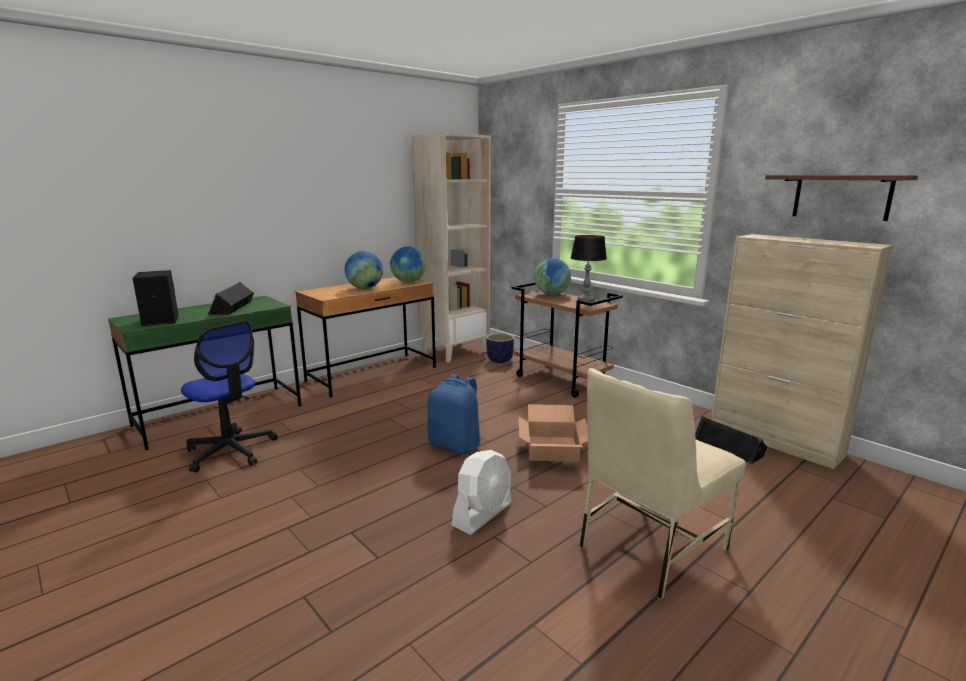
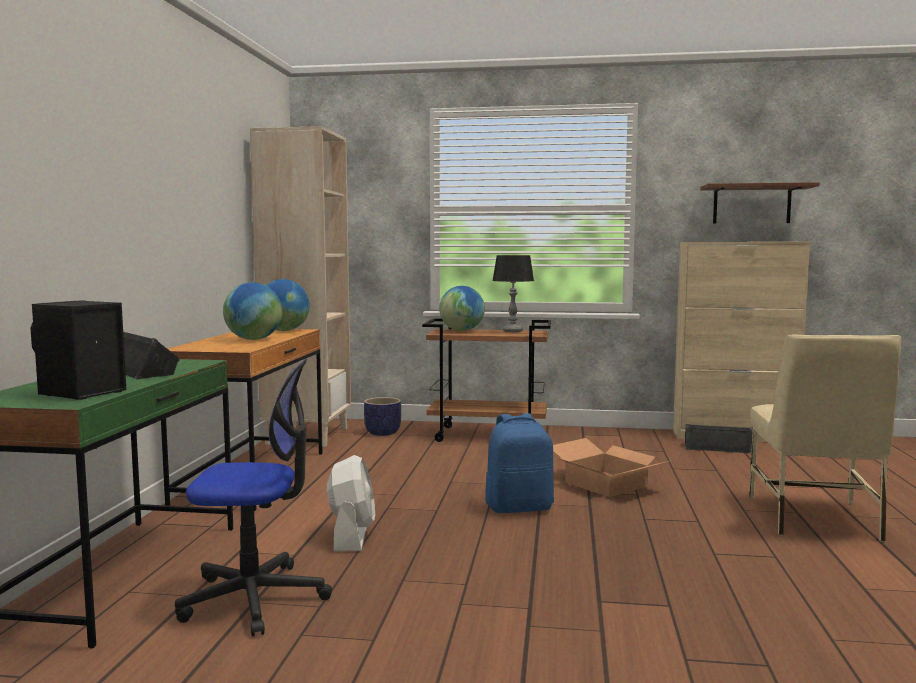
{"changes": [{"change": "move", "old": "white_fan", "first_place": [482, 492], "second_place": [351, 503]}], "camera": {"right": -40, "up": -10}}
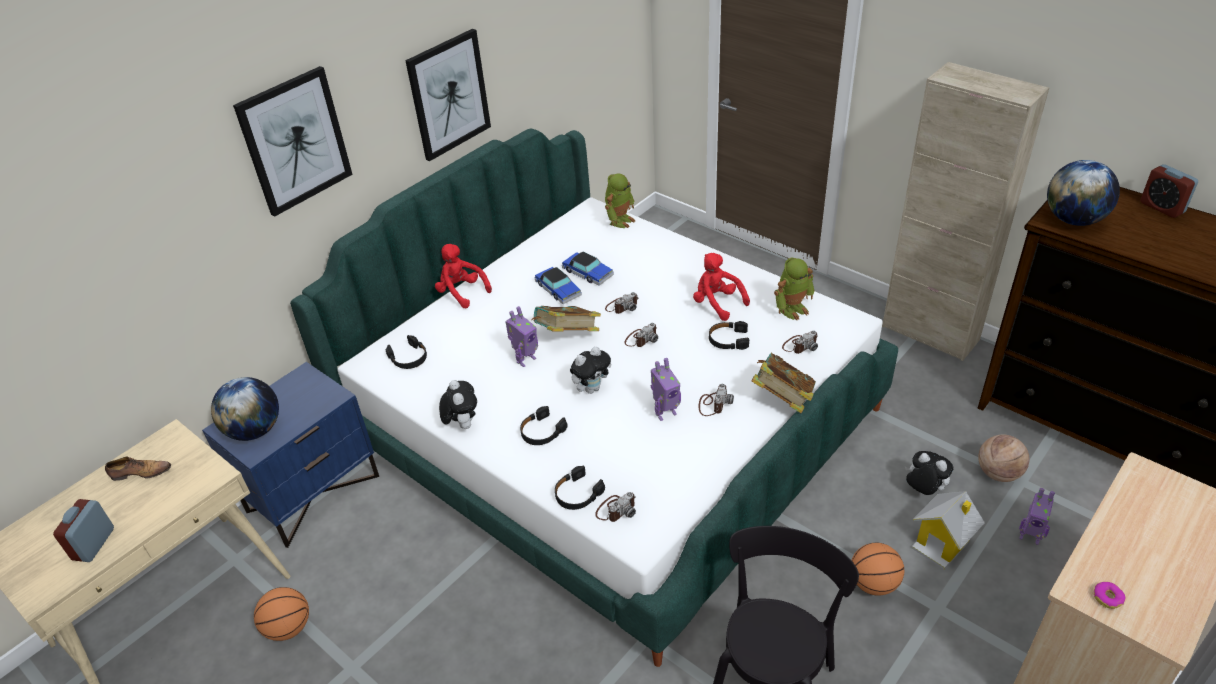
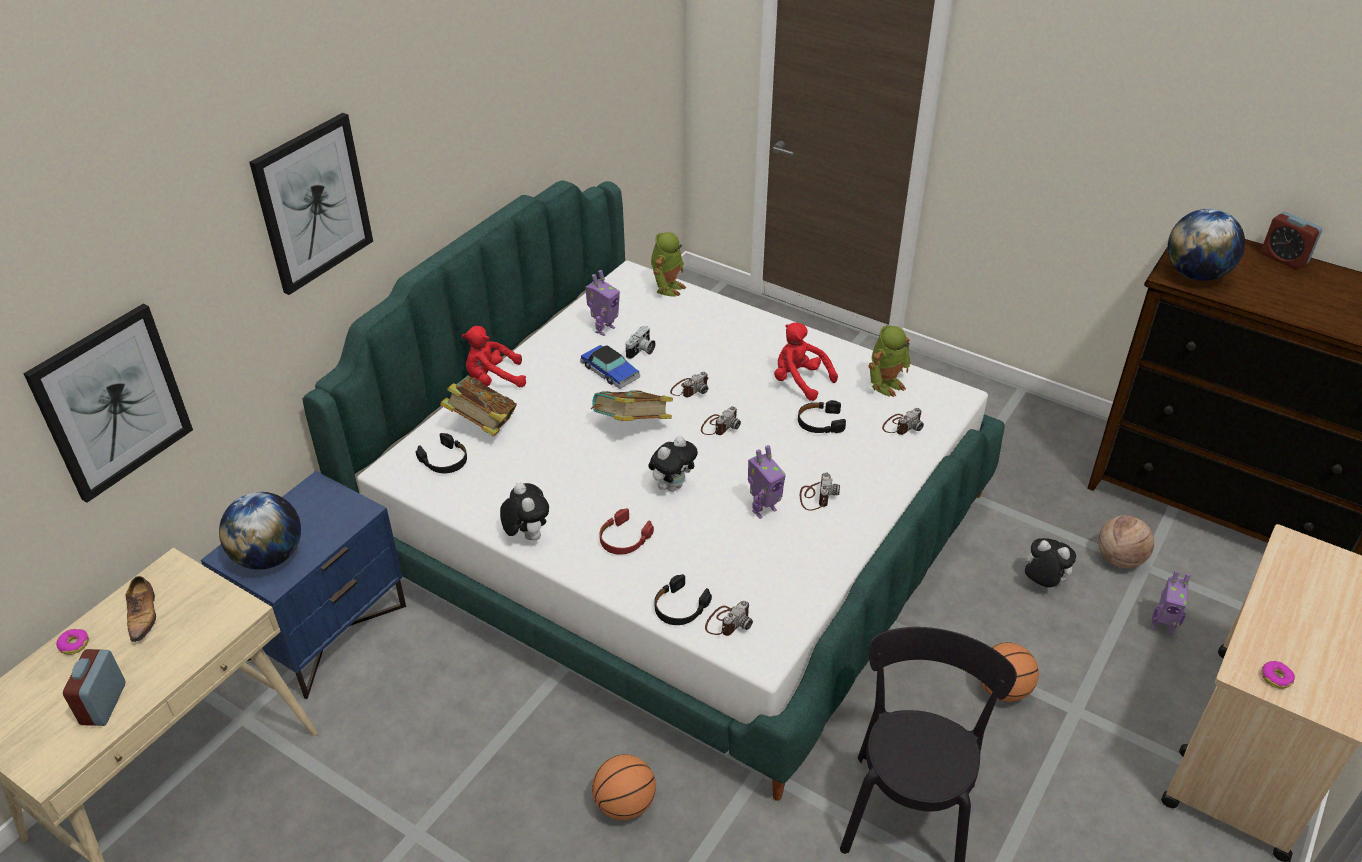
{"changes": [{"change": "delete", "old": "beige_cabinet", "first_place": [965, 211]}, {"change": "delete", "old": "toy_house", "first_place": [948, 530]}, {"change": "insert", "new": "donut", "second_place": [72, 642]}, {"change": "move", "old": "basketball", "first_place": [281, 614], "second_place": [624, 787]}, {"change": "move", "old": "picture", "first_place": [448, 95], "second_place": [108, 403]}, {"change": "move", "old": "toy_robot", "first_place": [521, 336], "second_place": [602, 303]}, {"change": "move", "old": "book", "first_place": [784, 383], "second_place": [478, 406]}, {"change": "replace", "old": "toy_car", "new": "photo_camera", "first_place": [588, 269], "second_place": [641, 342]}, {"change": "recolor", "old": "black_headphones", "new": "red_headphones", "first_place": [544, 425], "second_place": [627, 531]}, {"change": "rotate", "old": "shoe", "first_place": [138, 468], "second_place": [140, 609], "degrees": 90}, {"change": "rotate", "old": "red_plush_toy", "first_place": [463, 276], "second_place": [494, 356], "degrees": -45}], "camera": {"right": -10, "up": 0}}
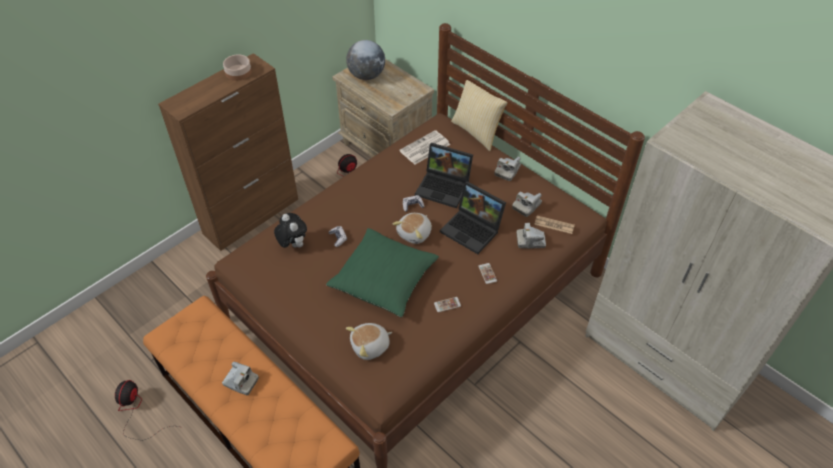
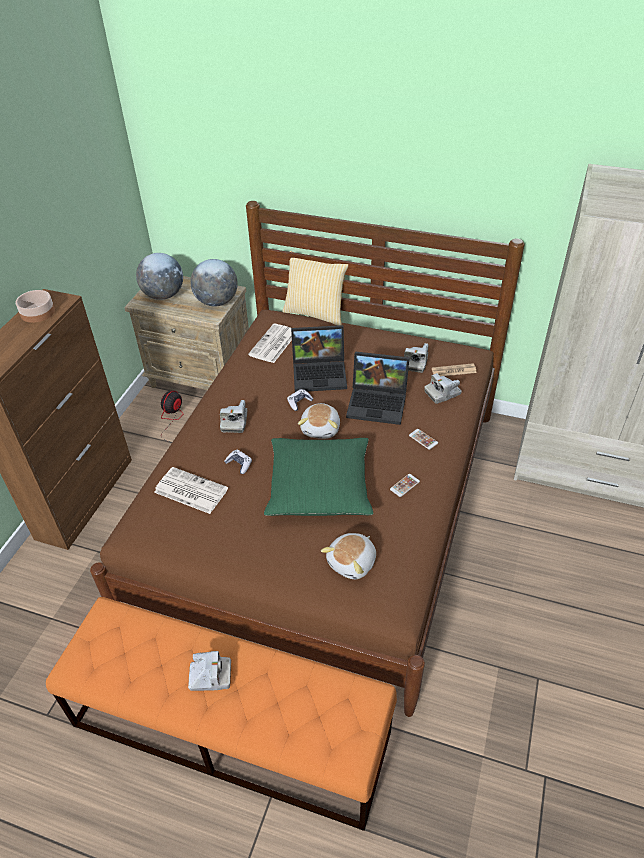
{"changes": [{"change": "delete", "old": "fan", "first_place": [147, 410]}, {"change": "insert", "new": "globe", "second_place": [214, 283]}, {"change": "move", "old": "photo_camera", "first_place": [507, 169], "second_place": [233, 416]}, {"change": "replace", "old": "plush_toy", "new": "newspaper", "first_place": [290, 230], "second_place": [191, 490]}], "camera": {"right": -25, "up": -5}}
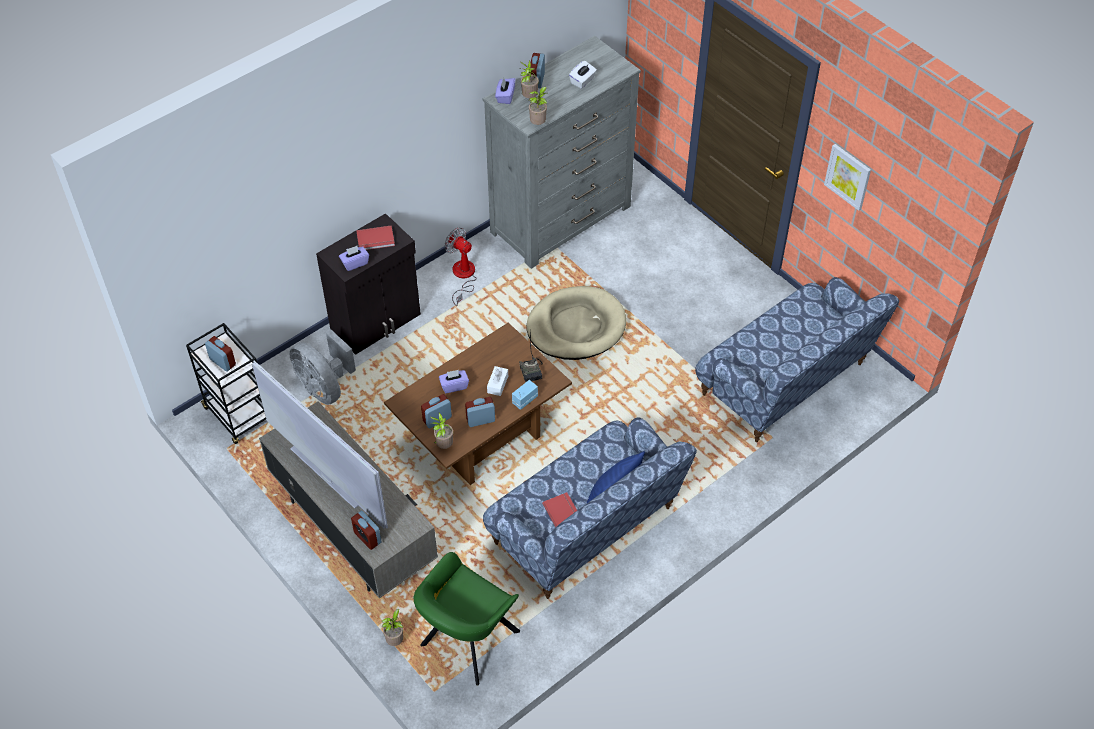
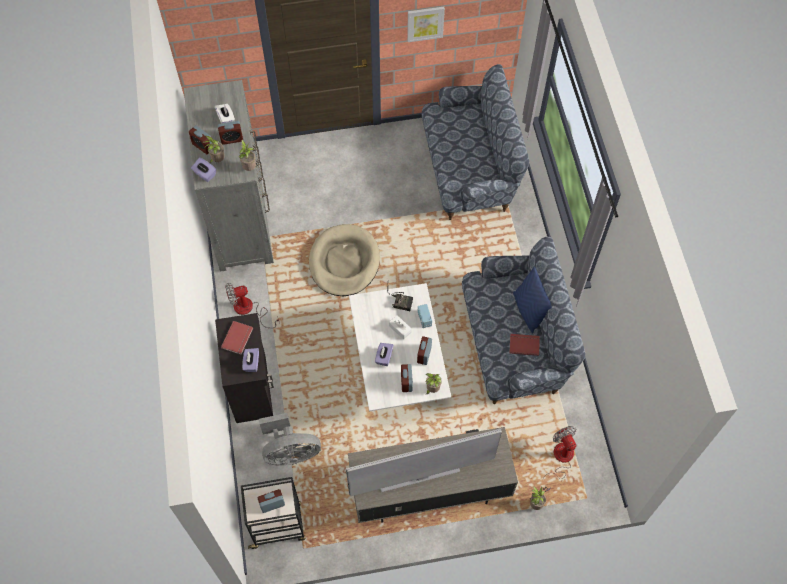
{"changes": [{"change": "move", "old": "alarm_clock", "first_place": [366, 530], "second_place": [230, 133]}, {"change": "replace", "old": "green_armchair", "new": "fan", "first_place": [466, 619], "second_place": [560, 459]}, {"change": "recolor", "old": "brown_coffee_table", "new": "white_coffee_table", "first_place": [478, 403], "second_place": [400, 347]}], "camera": {"right": -60, "up": 10}}
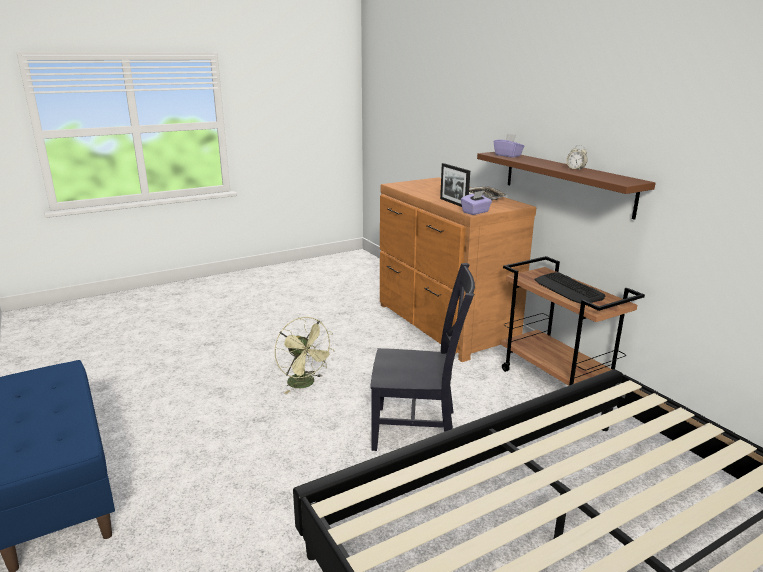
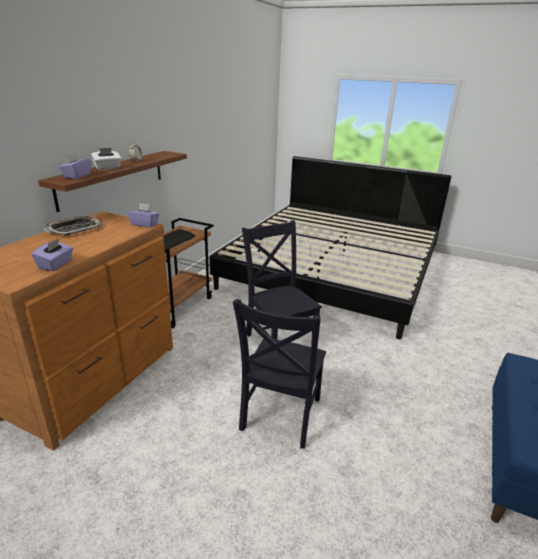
{"changes": [{"change": "delete", "old": "picture_frame", "first_place": [455, 185]}, {"change": "insert", "new": "purple_tissue_box", "second_place": [52, 255]}, {"change": "insert", "new": "white_tissue_box", "second_place": [106, 159]}, {"change": "replace", "old": "green_fan", "new": "black_chair", "first_place": [304, 355], "second_place": [279, 374]}], "camera": {"right": -125, "up": 5}}
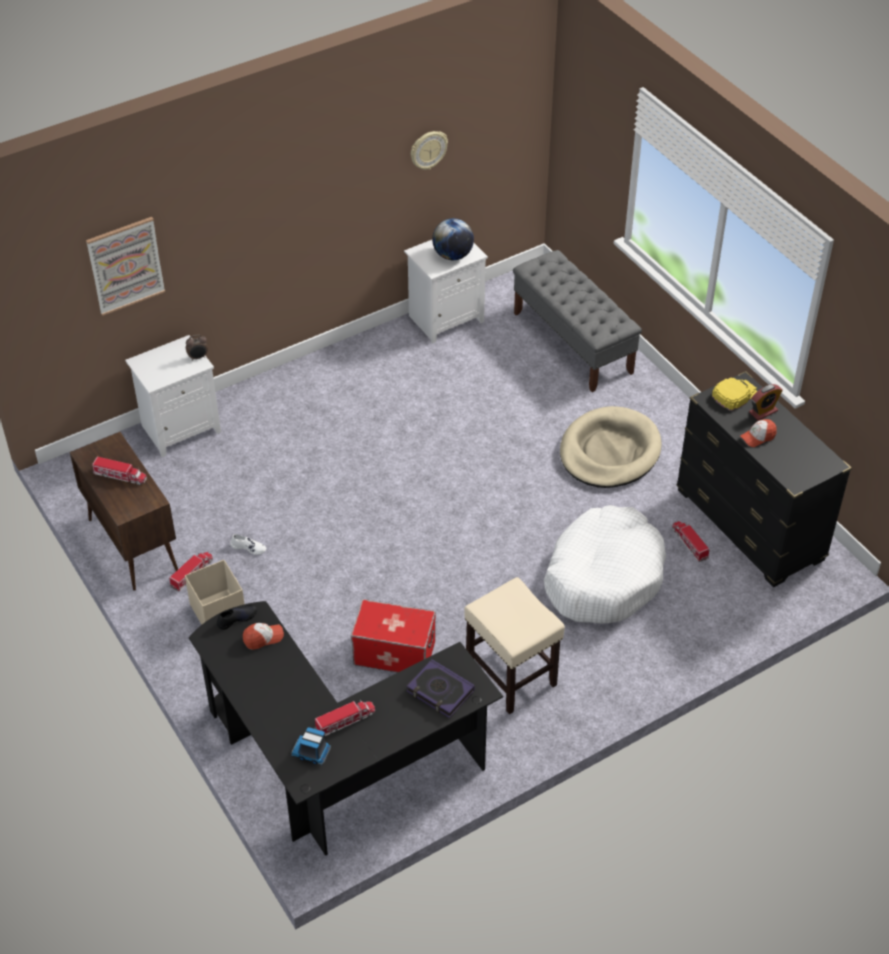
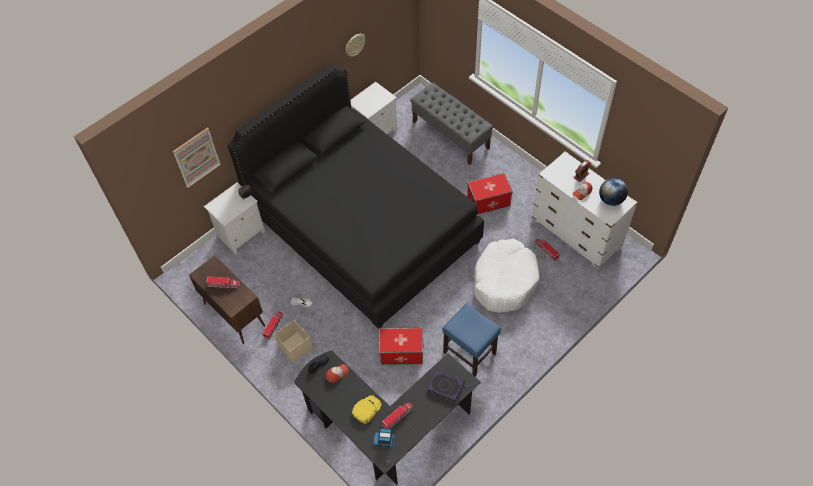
{"changes": [{"change": "insert", "new": "black_bed", "second_place": [356, 196]}, {"change": "move", "old": "globe", "first_place": [453, 239], "second_place": [613, 192]}, {"change": "move", "old": "yellow_cap", "first_place": [734, 394], "second_place": [367, 409]}, {"change": "replace", "old": "beige_dog_bed", "new": "storage_box", "first_place": [611, 447], "second_place": [490, 193]}, {"change": "recolor", "old": "beige_stool", "new": "blue_stool", "first_place": [514, 645], "second_place": [472, 339]}, {"change": "recolor", "old": "black_dresser", "new": "white_dresser", "first_place": [764, 479], "second_place": [584, 210]}], "camera": {"right": -10, "up": 10}}
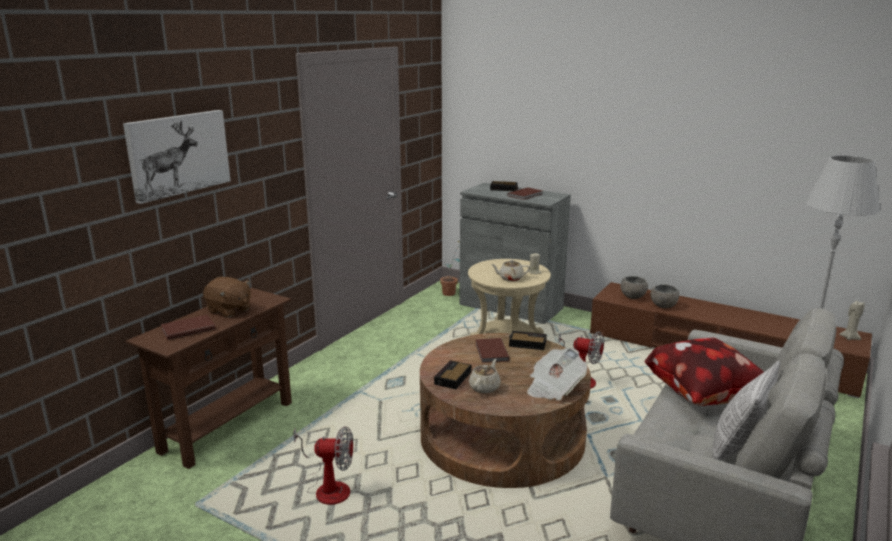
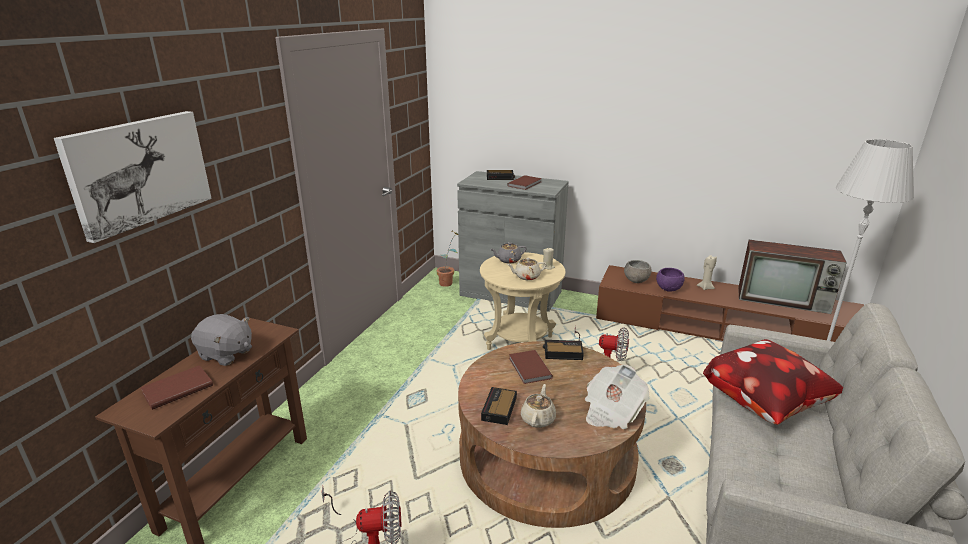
{"changes": [{"change": "delete", "old": "pillow", "first_place": [746, 410]}, {"change": "insert", "new": "grey_teapot", "second_place": [508, 252]}, {"change": "insert", "new": "television", "second_place": [792, 277]}, {"change": "move", "old": "beige_candle", "first_place": [852, 320], "second_place": [707, 272]}, {"change": "recolor", "old": "brown_plush_toy", "new": "grey_plush_toy", "first_place": [227, 297], "second_place": [221, 340]}, {"change": "recolor", "old": "grey_bowl", "new": "purple_bowl", "first_place": [665, 296], "second_place": [670, 280]}], "camera": {"right": -10, "up": 5}}
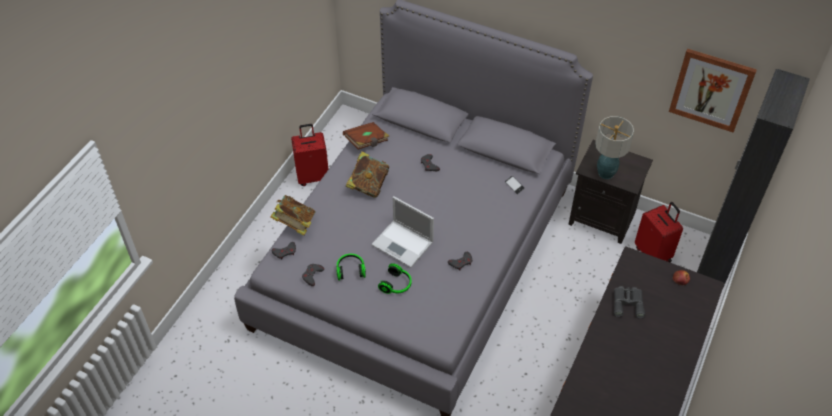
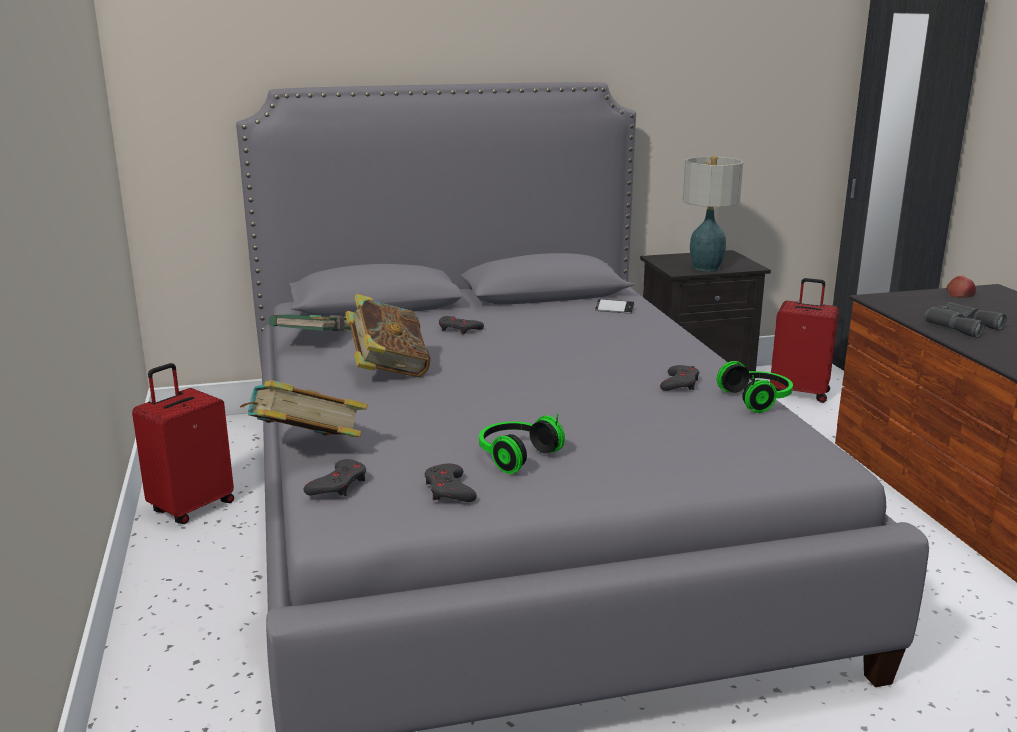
{"changes": [{"change": "delete", "old": "laptop", "first_place": [402, 232]}, {"change": "delete", "old": "picture", "first_place": [713, 91]}, {"change": "move", "old": "headphones", "first_place": [395, 278], "second_place": [755, 387]}, {"change": "recolor", "old": "brown_book", "new": "green_book", "first_place": [366, 136], "second_place": [310, 323]}], "camera": {"right": -40, "up": -30}}
